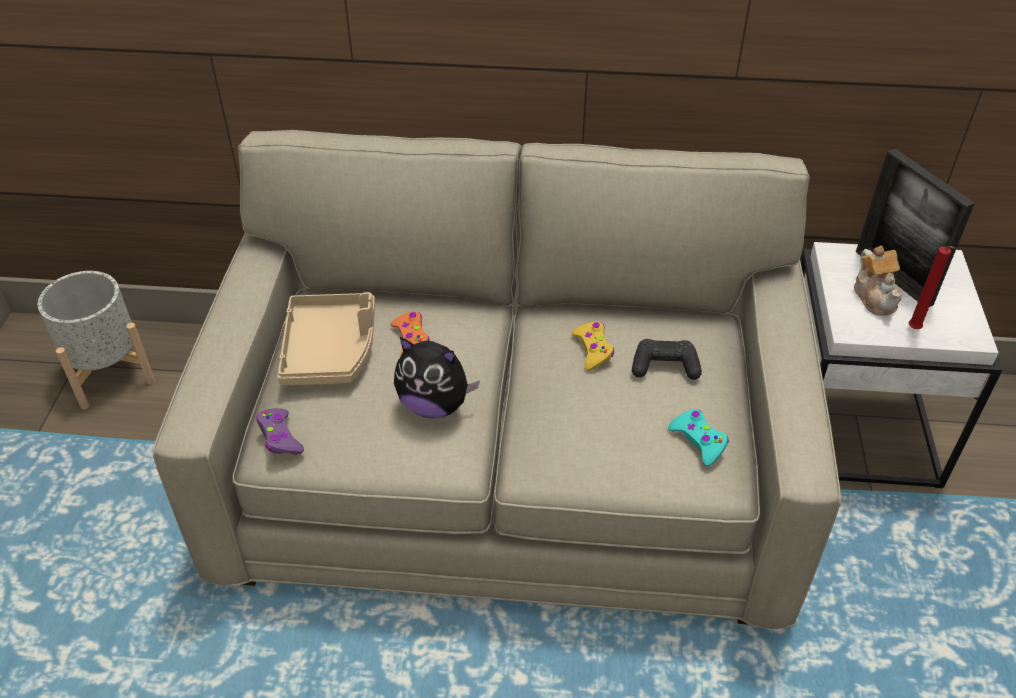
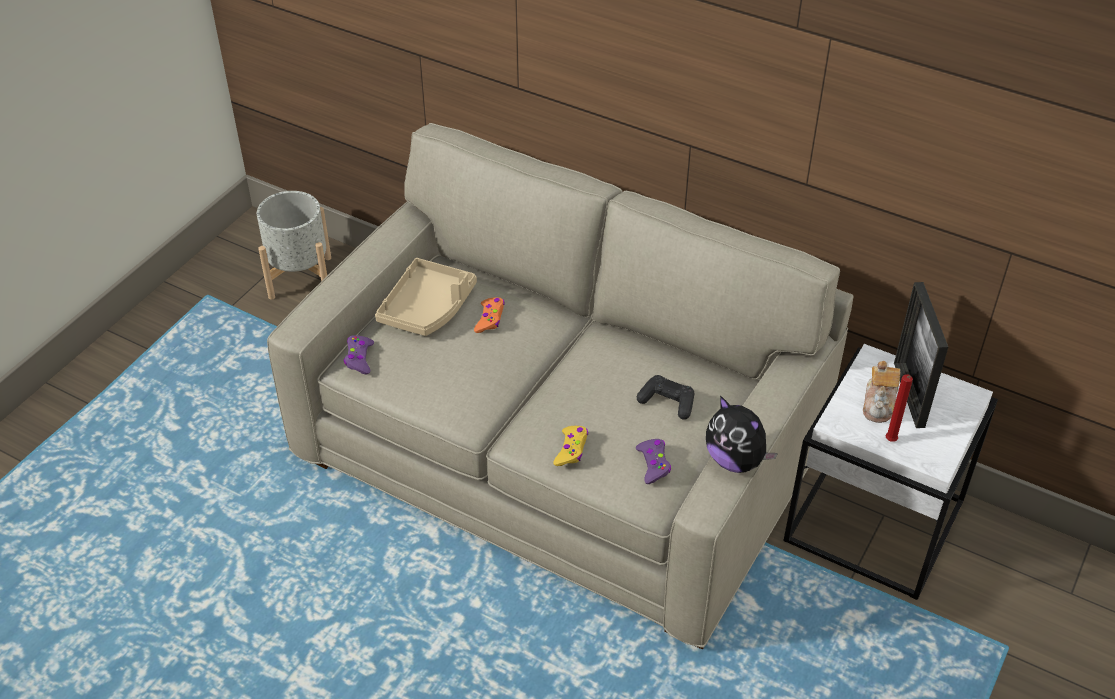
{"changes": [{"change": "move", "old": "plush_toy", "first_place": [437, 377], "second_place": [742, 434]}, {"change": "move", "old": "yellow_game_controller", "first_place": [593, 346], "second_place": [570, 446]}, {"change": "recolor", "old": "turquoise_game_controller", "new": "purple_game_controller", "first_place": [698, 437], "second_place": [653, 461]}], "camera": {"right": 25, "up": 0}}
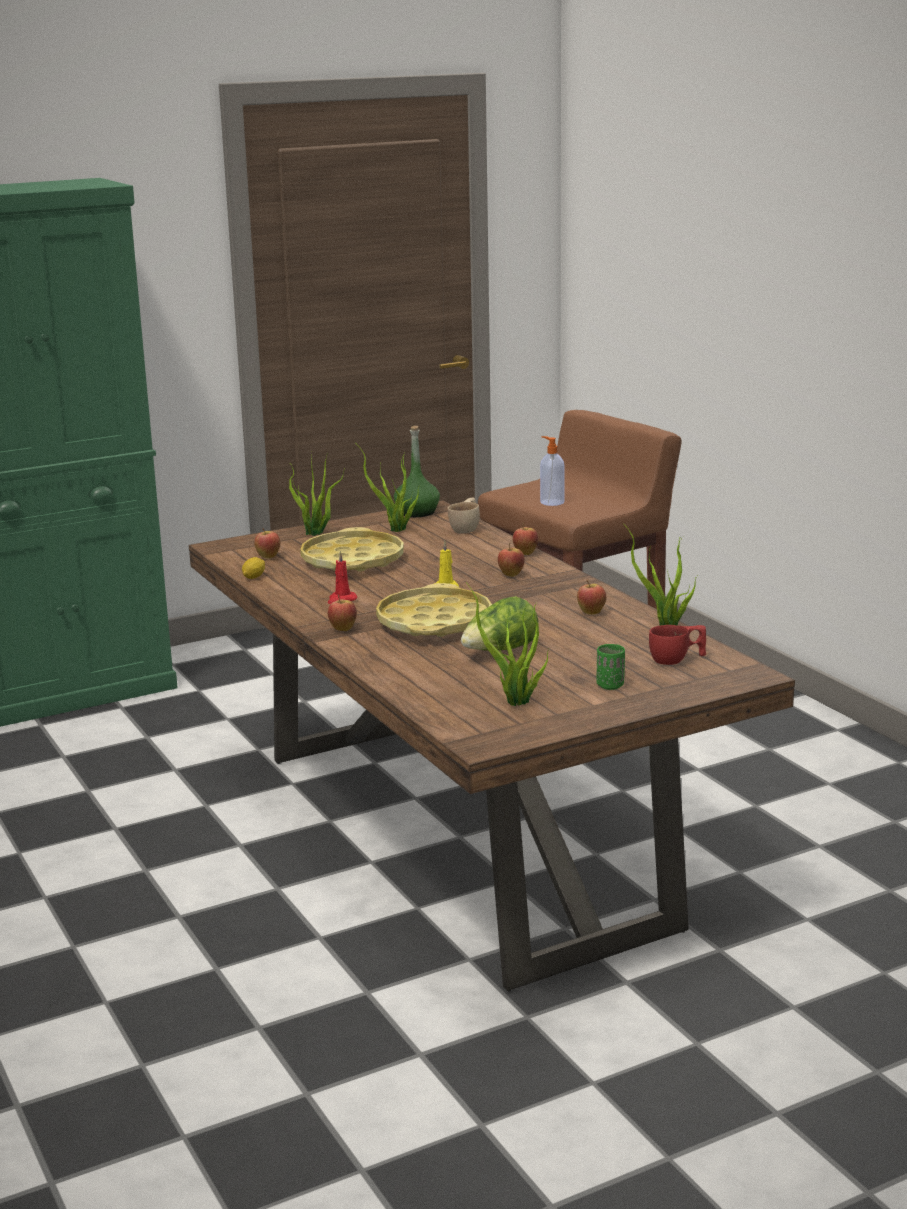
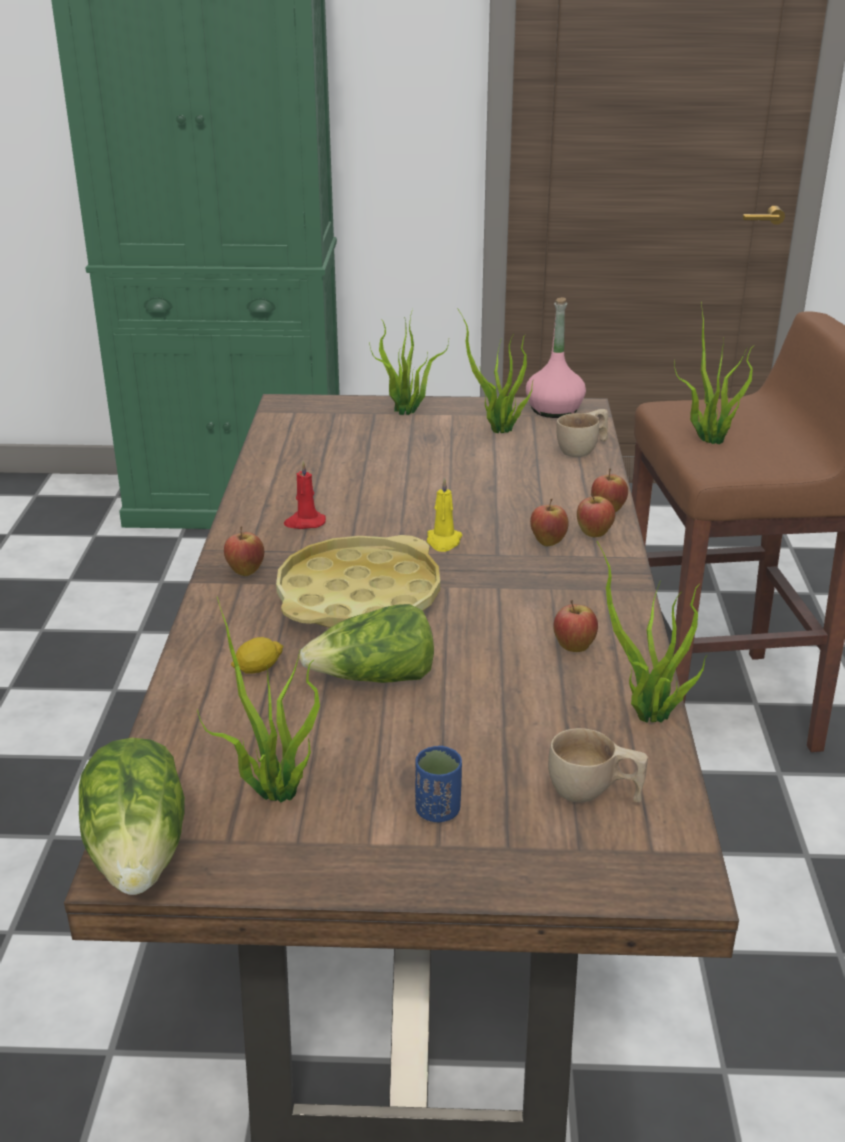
{"changes": [{"change": "delete", "old": "yellow_tray", "first_place": [352, 549]}, {"change": "insert", "new": "lettuce", "second_place": [132, 816]}, {"change": "move", "old": "lemon", "first_place": [253, 568], "second_place": [257, 655]}, {"change": "move", "old": "apple", "first_place": [267, 543], "second_place": [596, 515]}, {"change": "replace", "old": "soap_dispenser", "new": "potted_plant", "first_place": [552, 471], "second_place": [714, 372]}, {"change": "recolor", "old": "green_bottle", "new": "pink_bottle", "first_place": [417, 471], "second_place": [556, 357]}, {"change": "recolor", "old": "green_cup", "new": "blue_cup", "first_place": [611, 667], "second_place": [438, 784]}, {"change": "recolor", "old": "red_cup", "new": "beige_cup", "first_place": [677, 645], "second_place": [598, 765]}], "camera": {"right": 30, "up": 10}}
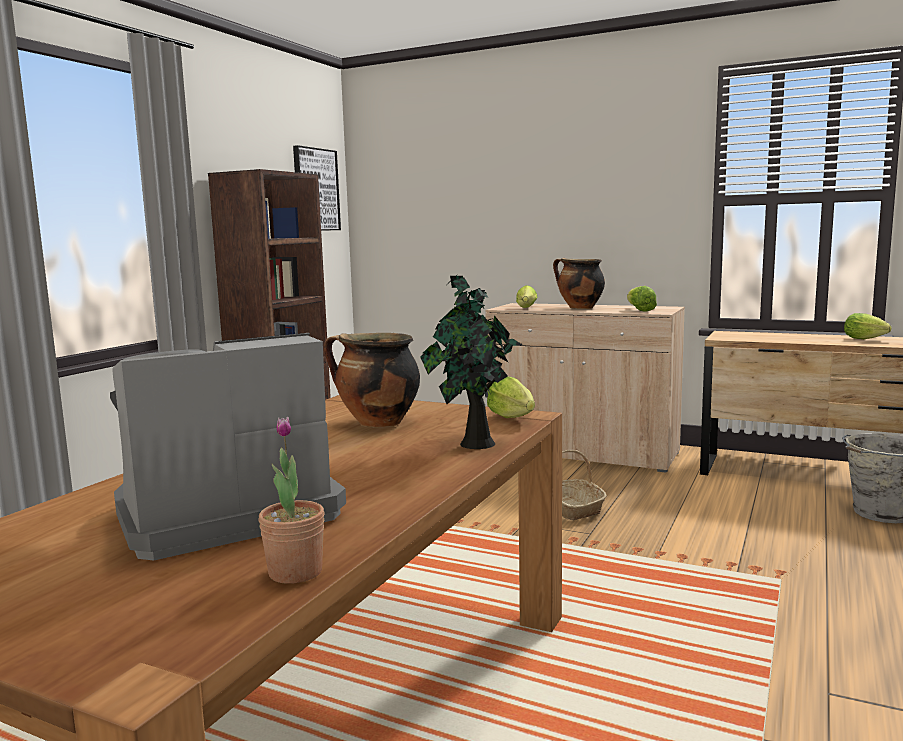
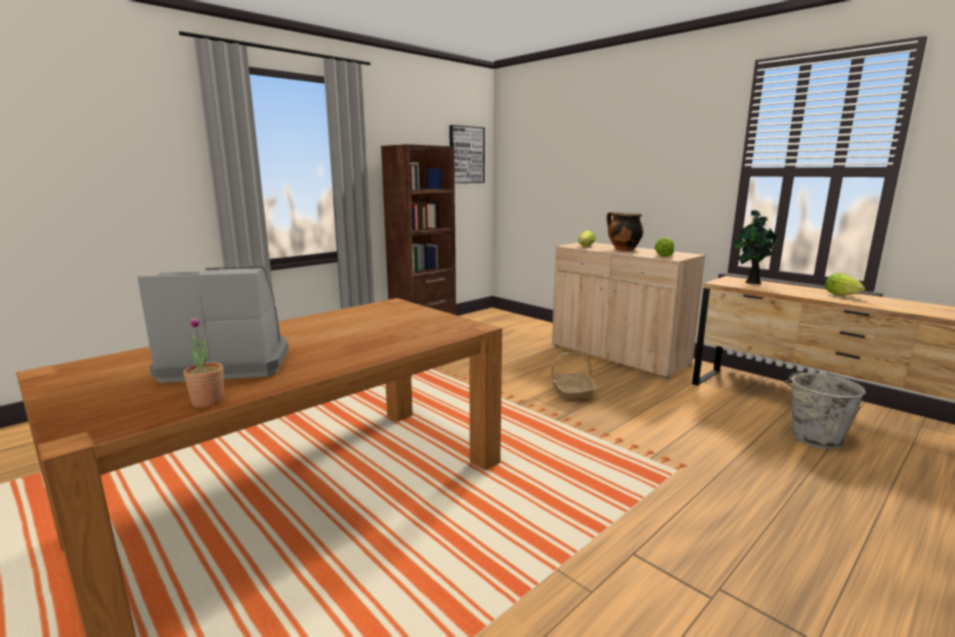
{"changes": [{"change": "delete", "old": "cooking_pot", "first_place": [372, 380]}, {"change": "delete", "old": "lettuce", "first_place": [511, 397]}, {"change": "move", "old": "potted_plant", "first_place": [471, 361], "second_place": [757, 246]}], "camera": {"right": 20, "up": 5}}
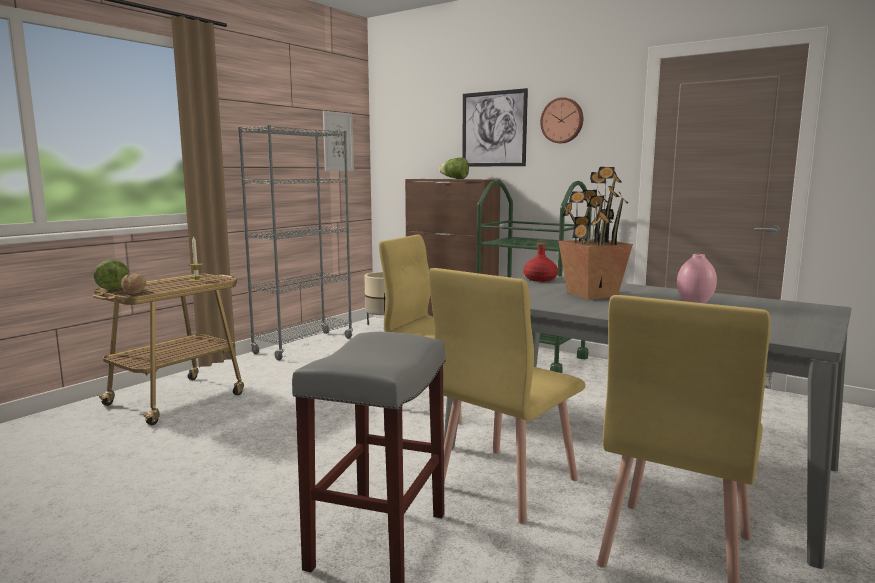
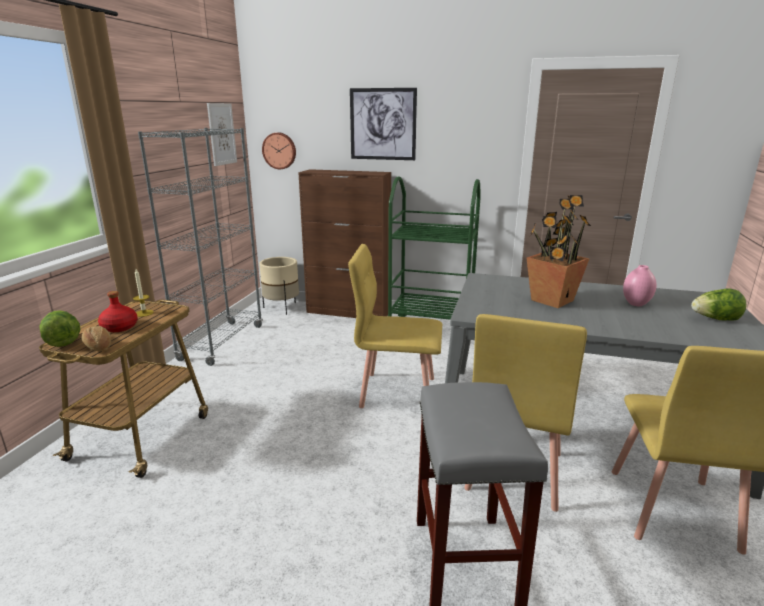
{"changes": [{"change": "move", "old": "lettuce", "first_place": [454, 168], "second_place": [719, 304]}, {"change": "move", "old": "red_bottle", "first_place": [540, 262], "second_place": [118, 311]}, {"change": "move", "old": "wall_clock", "first_place": [561, 120], "second_place": [279, 151]}], "camera": {"right": -20, "up": 10}}
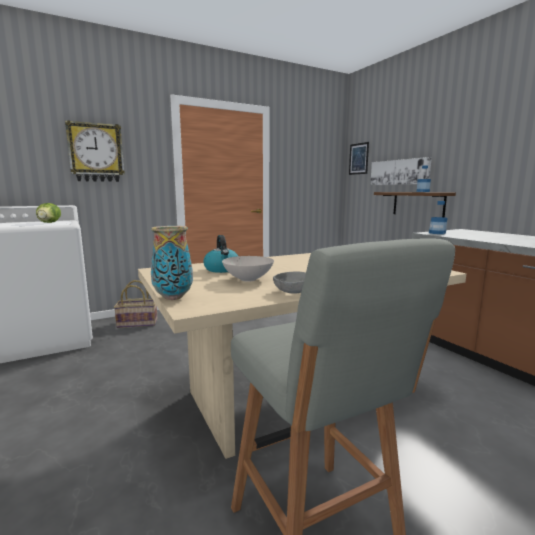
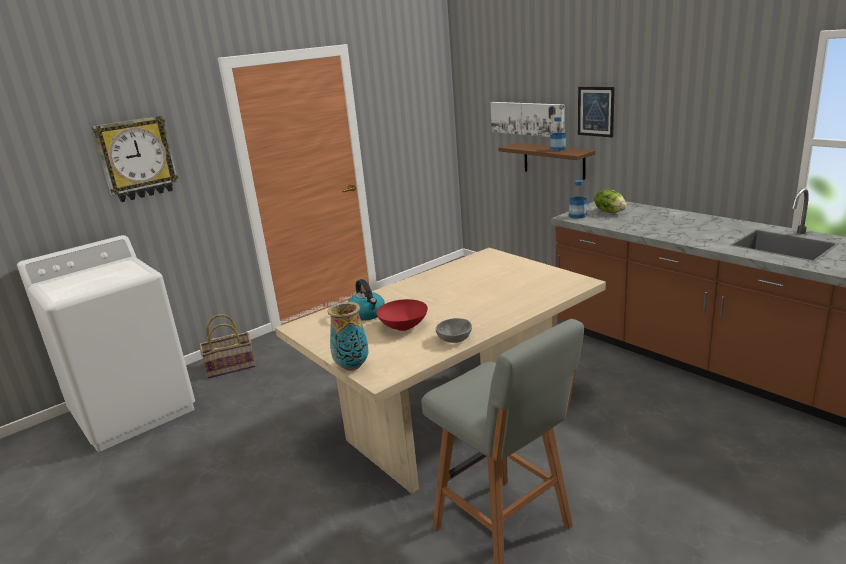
{"changes": [{"change": "move", "old": "lettuce", "first_place": [48, 213], "second_place": [611, 201]}, {"change": "move", "old": "picture", "first_place": [359, 158], "second_place": [596, 112]}, {"change": "recolor", "old": "white_bowl", "new": "red_bowl", "first_place": [248, 269], "second_place": [402, 315]}], "camera": {"right": -10, "up": 10}}
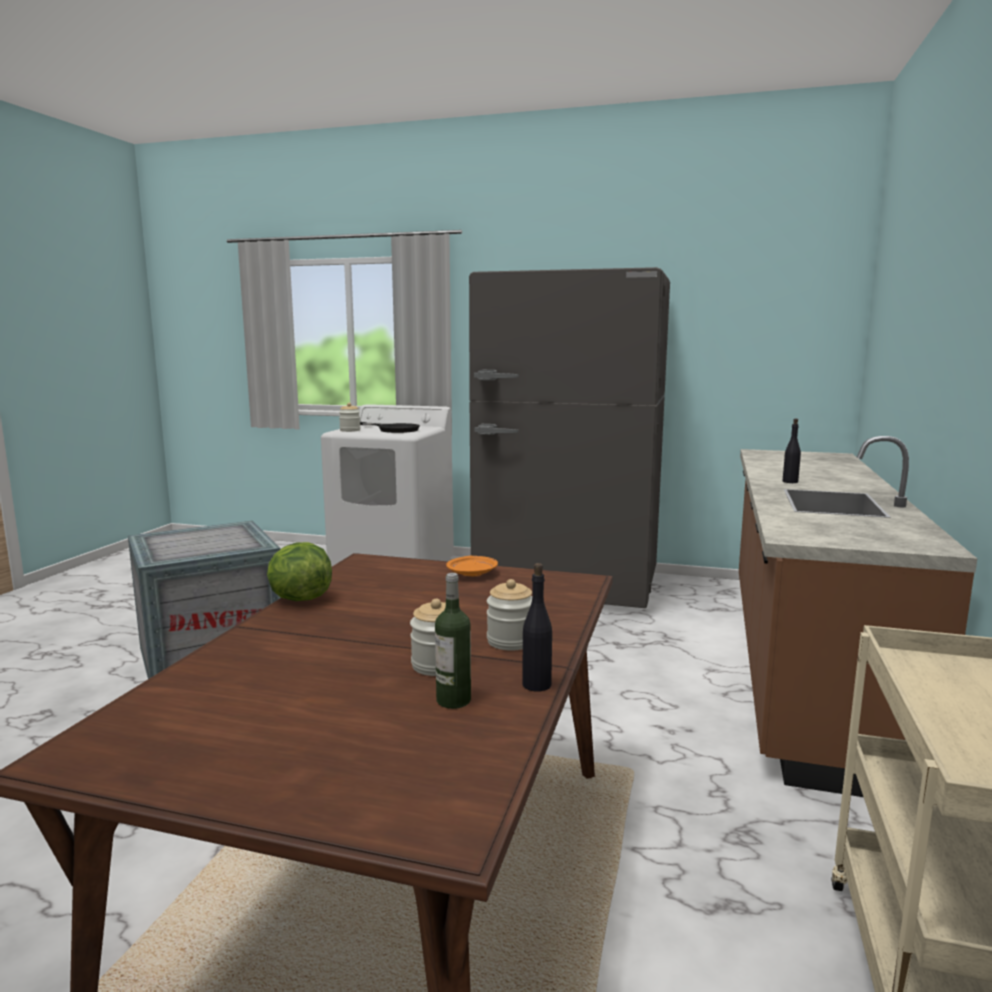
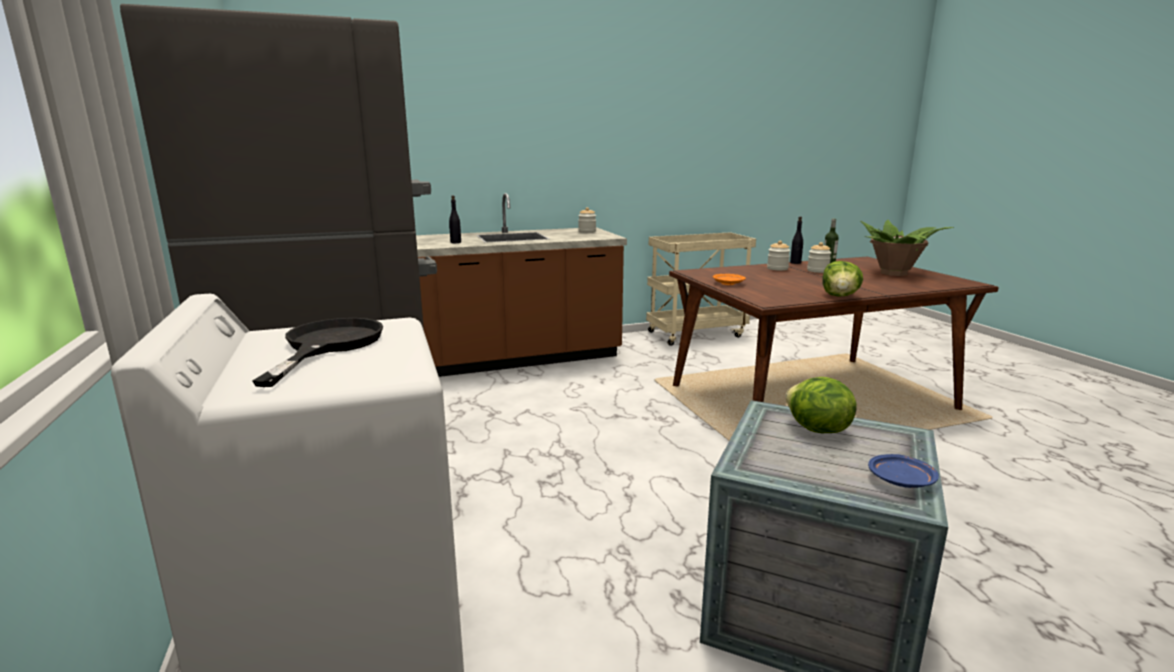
{"changes": [{"change": "insert", "new": "lettuce", "second_place": [821, 405]}, {"change": "insert", "new": "potted_plant", "second_place": [907, 248]}, {"change": "insert", "new": "blue_plate", "second_place": [903, 471]}, {"change": "move", "old": "jar", "first_place": [349, 417], "second_place": [587, 220]}], "camera": {"right": -125, "up": 5}}
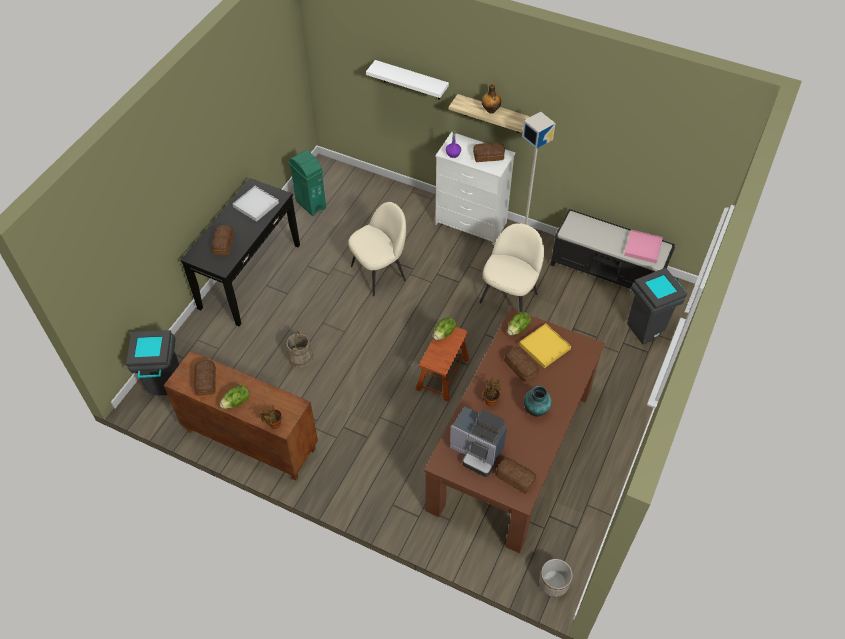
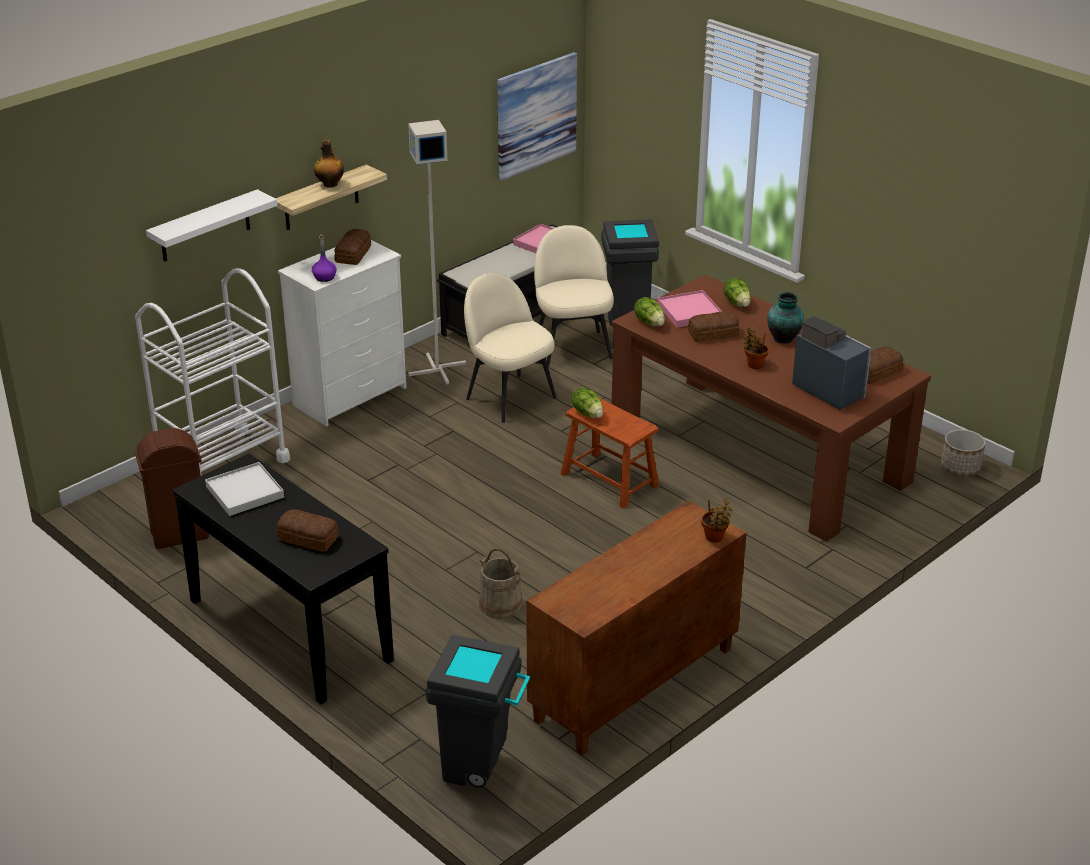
{"changes": [{"change": "delete", "old": "bread", "first_place": [205, 378]}, {"change": "insert", "new": "white_cart", "second_place": [212, 372]}, {"change": "insert", "new": "picture", "second_place": [537, 116]}, {"change": "move", "old": "lettuce", "first_place": [234, 397], "second_place": [737, 292]}, {"change": "move", "old": "beige_chair", "first_place": [377, 249], "second_place": [574, 295]}, {"change": "recolor", "old": "green_trash_can", "new": "brown_trash_can", "first_place": [307, 183], "second_place": [172, 488]}, {"change": "recolor", "old": "yellow_tray", "new": "pink_tray", "first_place": [545, 346], "second_place": [689, 309]}, {"change": "rotate", "old": "coffee_machine", "first_place": [478, 441], "second_place": [832, 363], "degrees": -90}], "camera": {"right": -70, "up": -20}}
